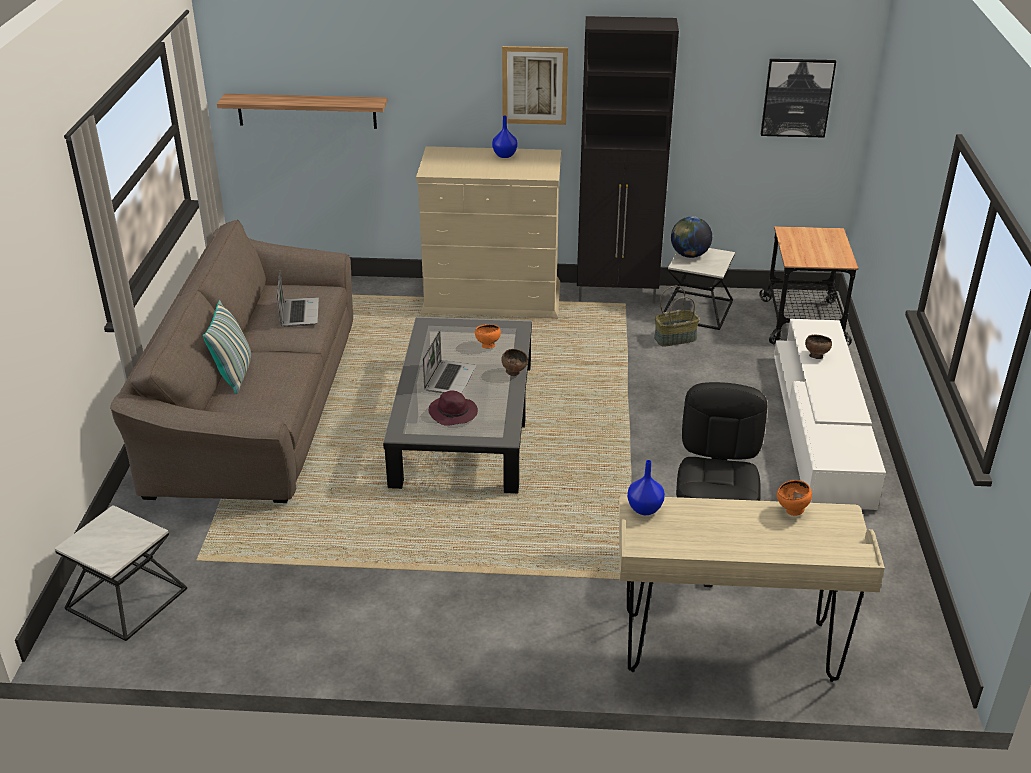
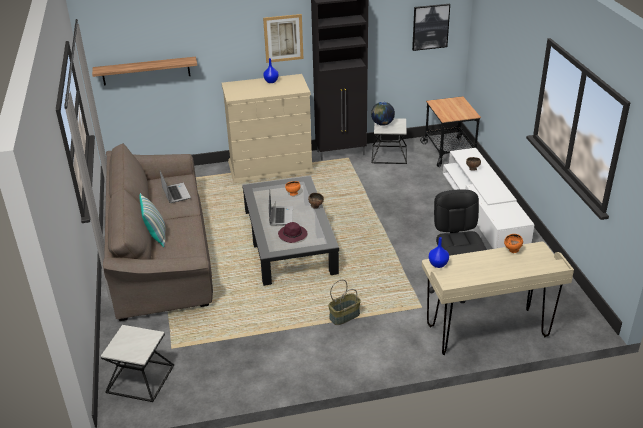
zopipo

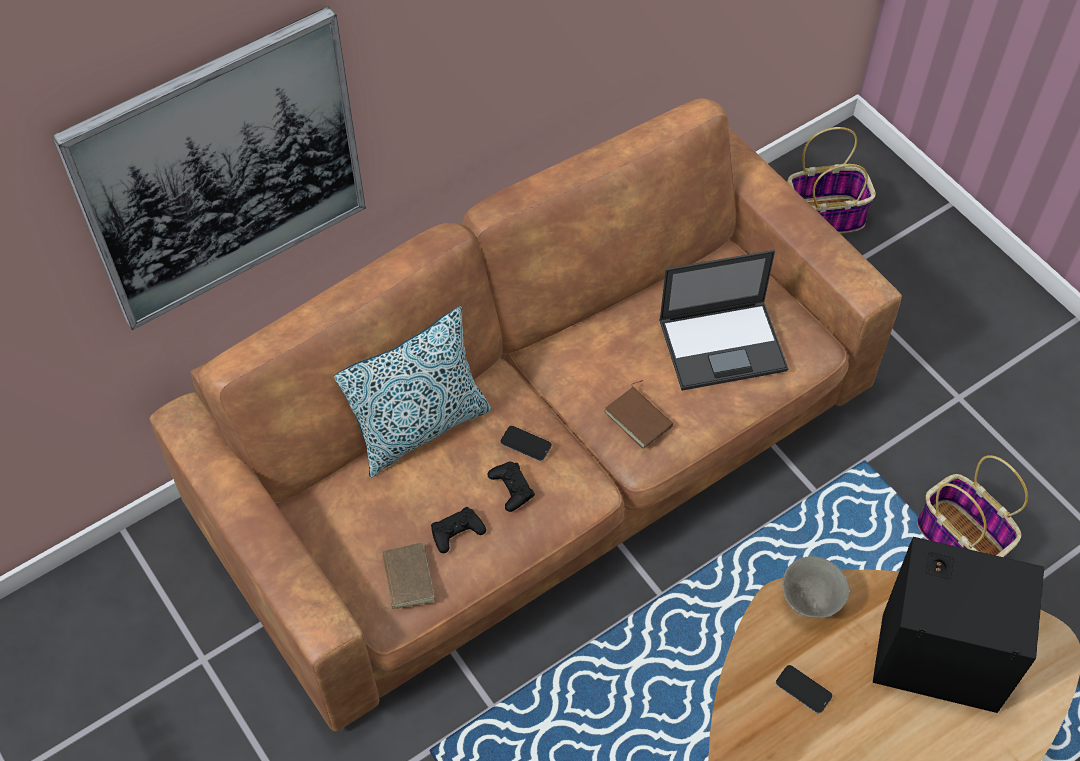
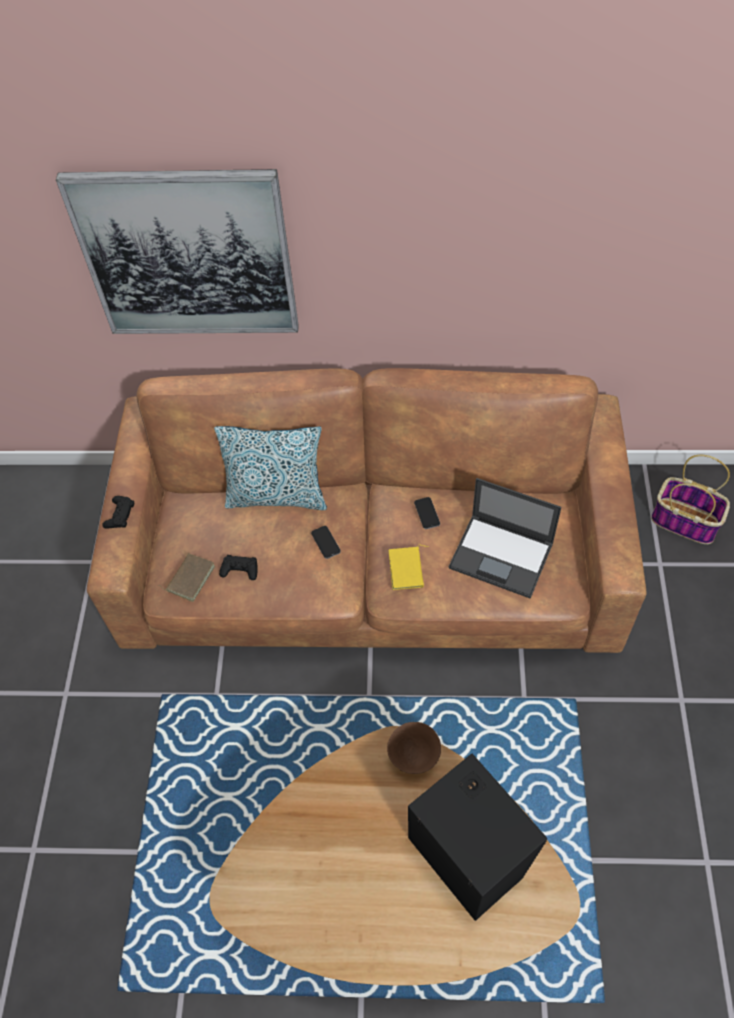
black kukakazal (1st from left)
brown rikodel
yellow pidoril
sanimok (2nd from left)
zopipo (2nd from left in the first image)

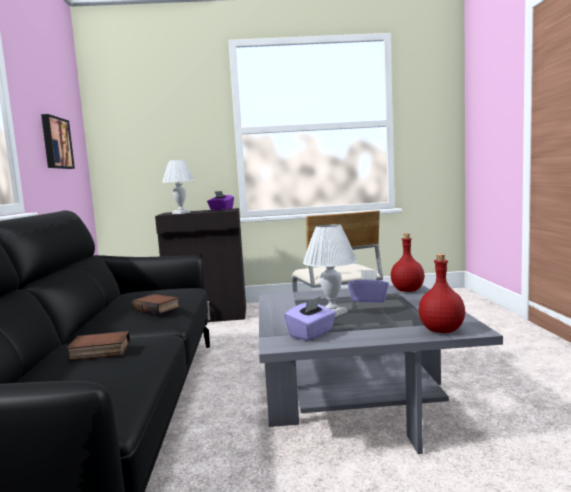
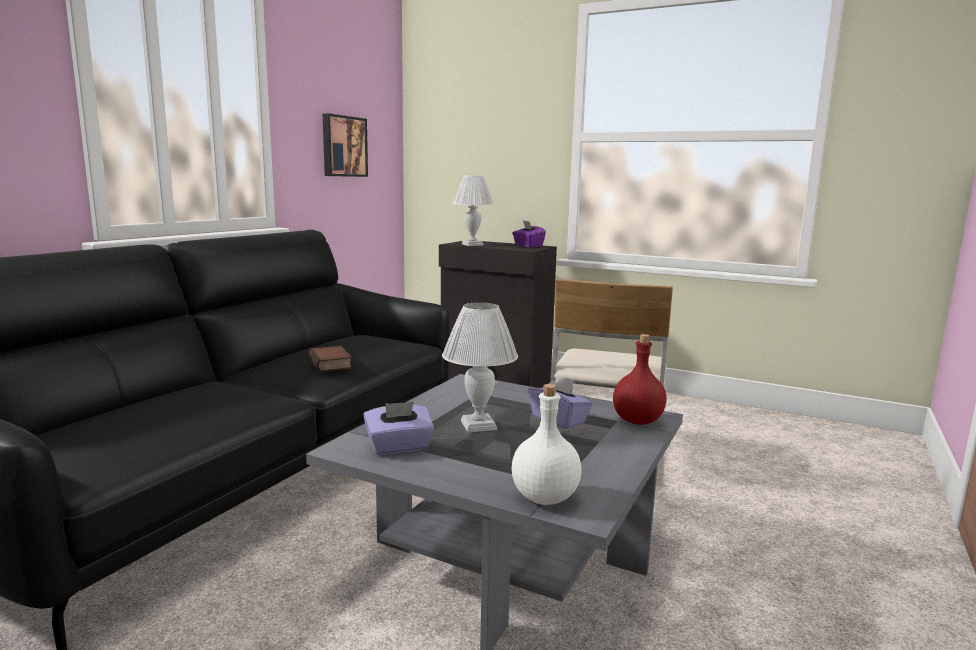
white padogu
pidoril (1st from left in the first image)

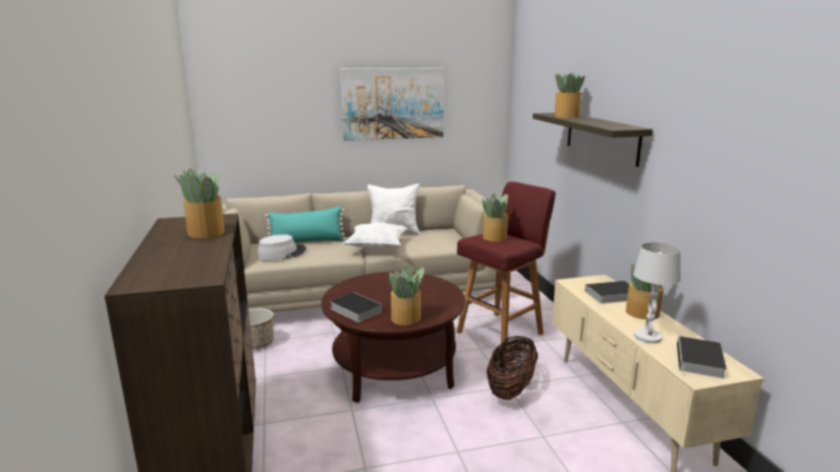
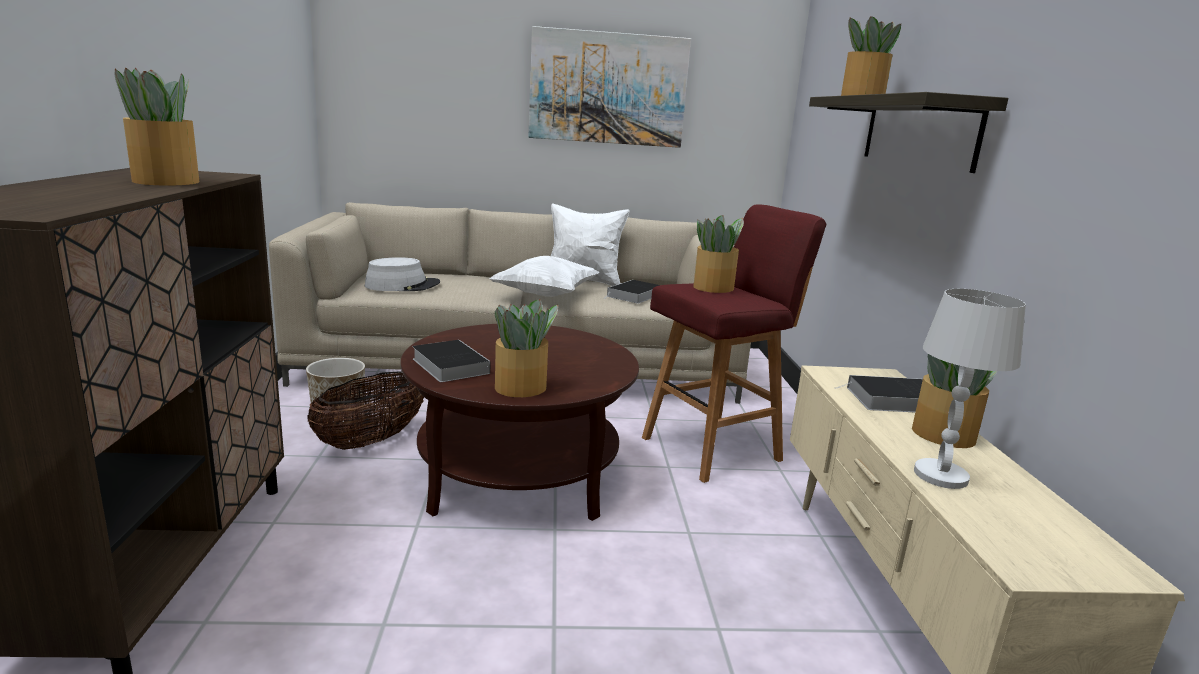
zopipo
pidoril (2nd from left)
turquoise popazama

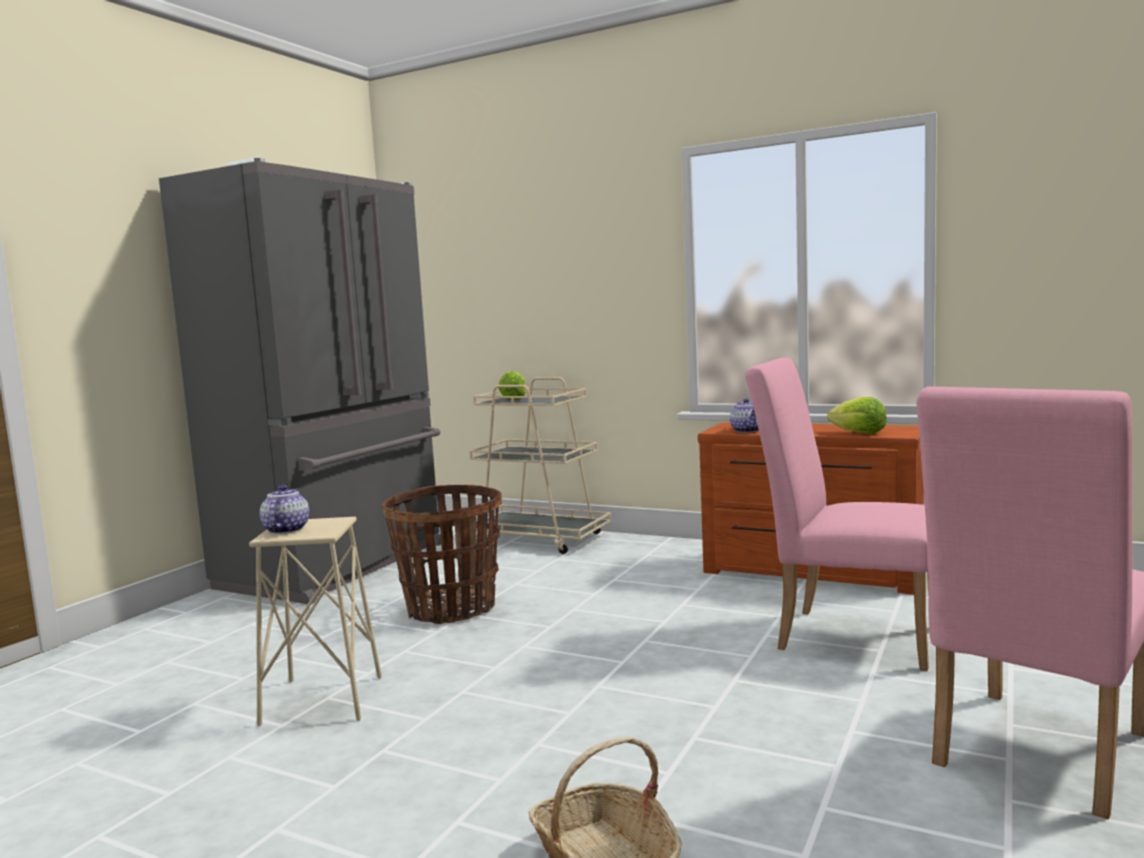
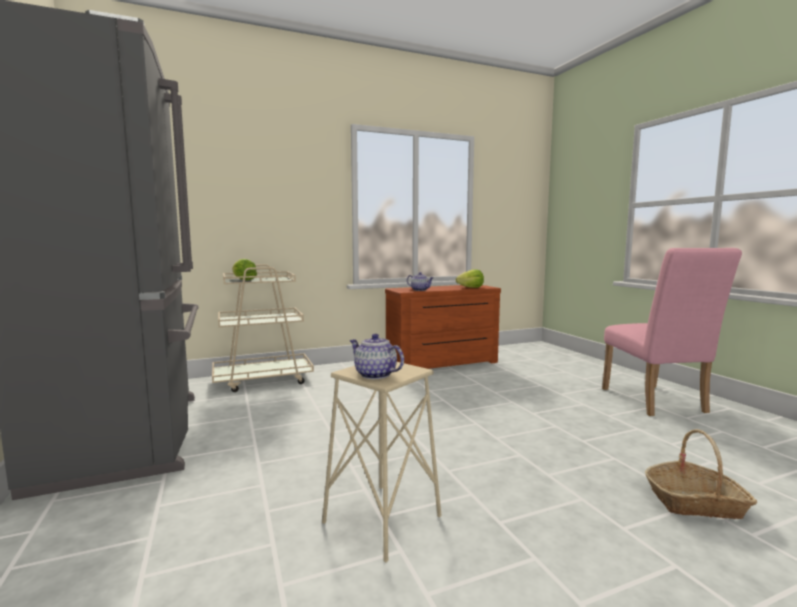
zopipo (1st from left in the first image)
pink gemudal (1st from left in the first image)

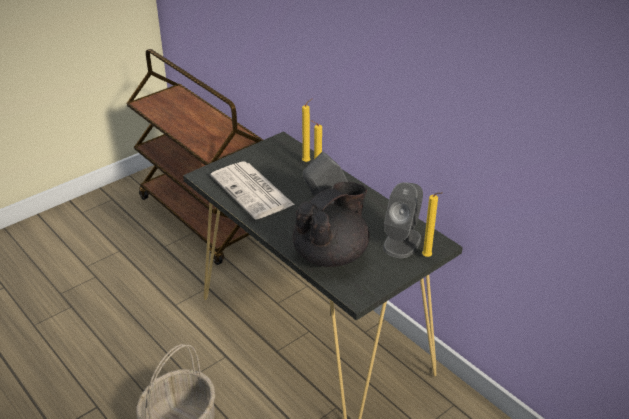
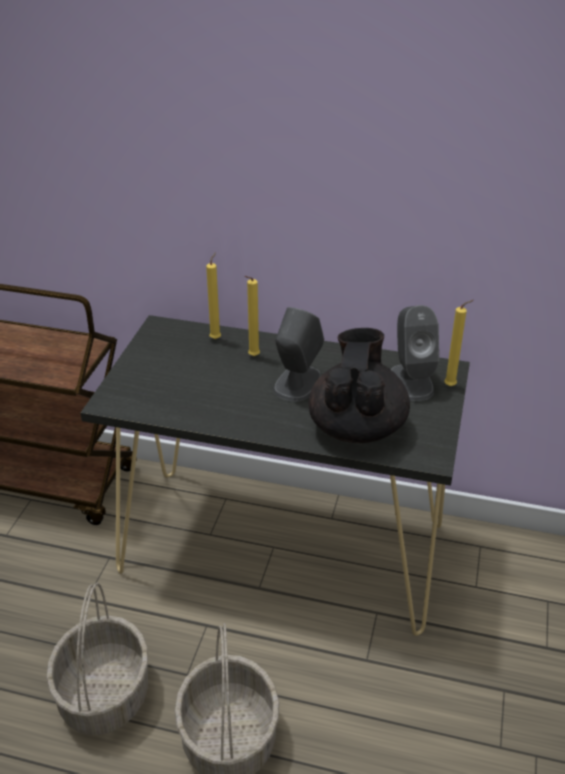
zopipo (1st from left)
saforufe

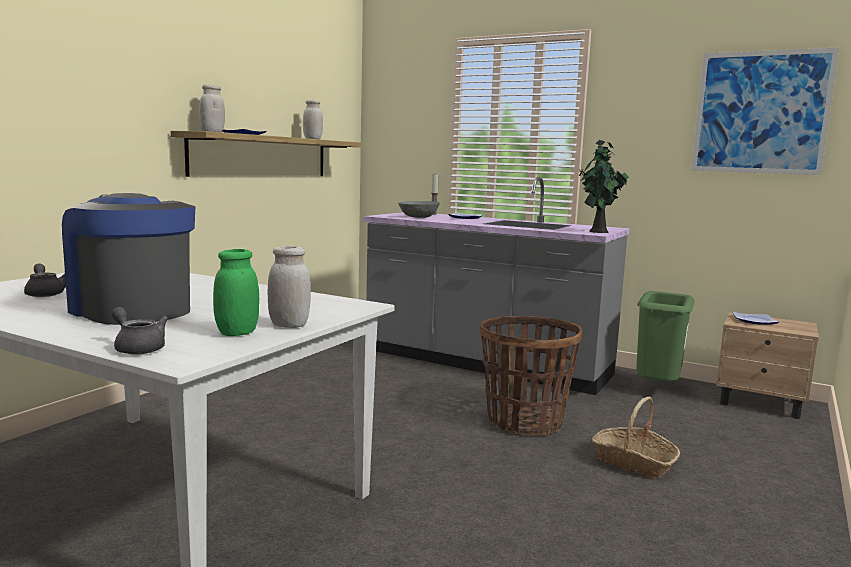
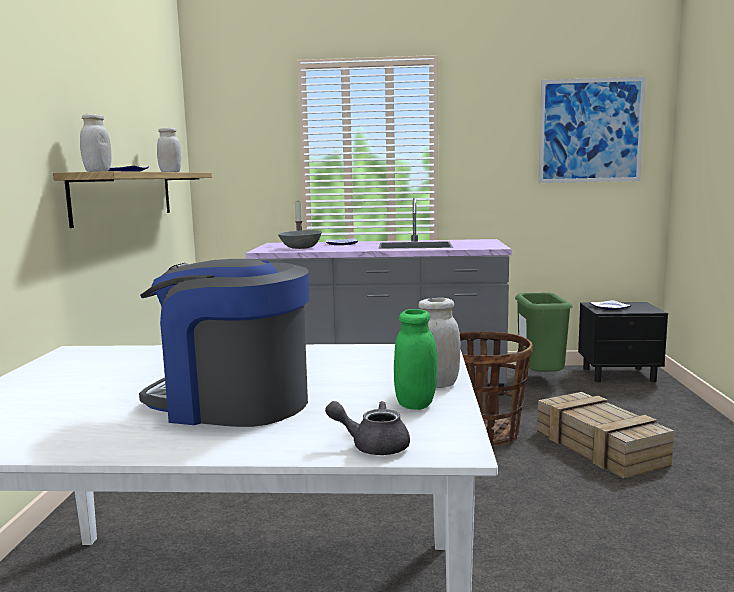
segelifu
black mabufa
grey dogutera (1st from left in the first image)
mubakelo

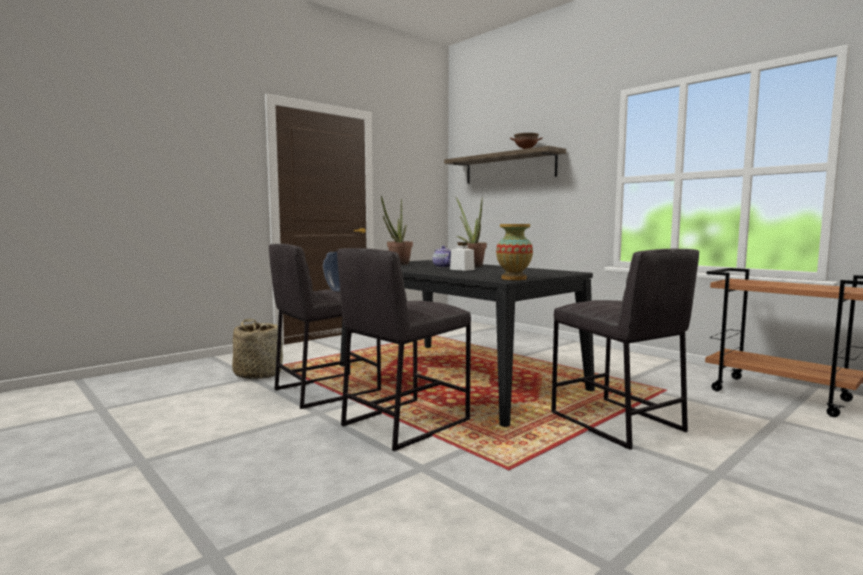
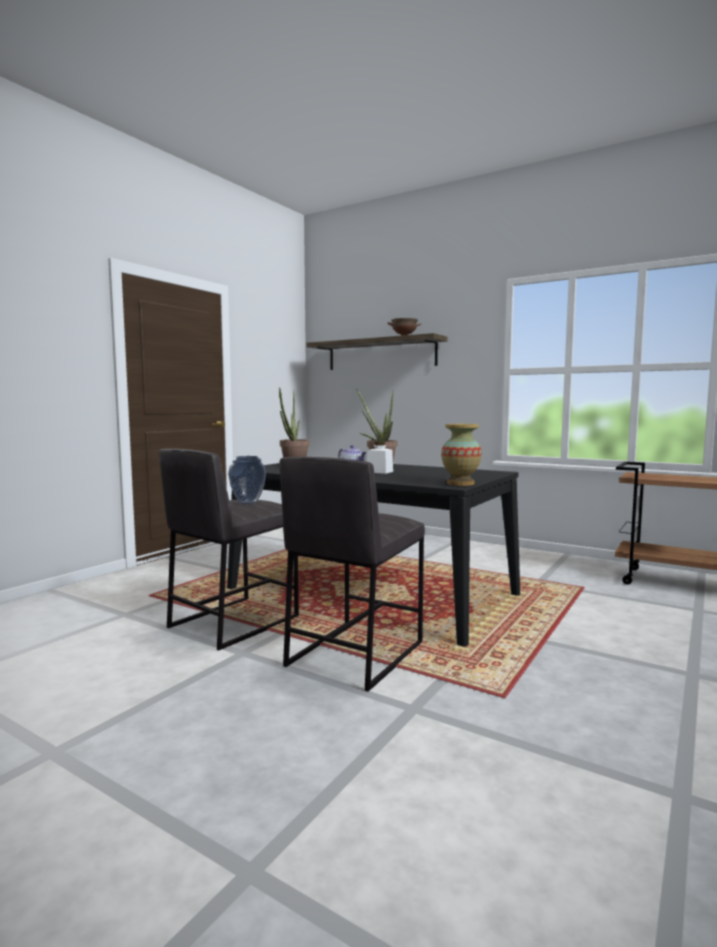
zopipo
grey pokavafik (3rd from left in the first image)

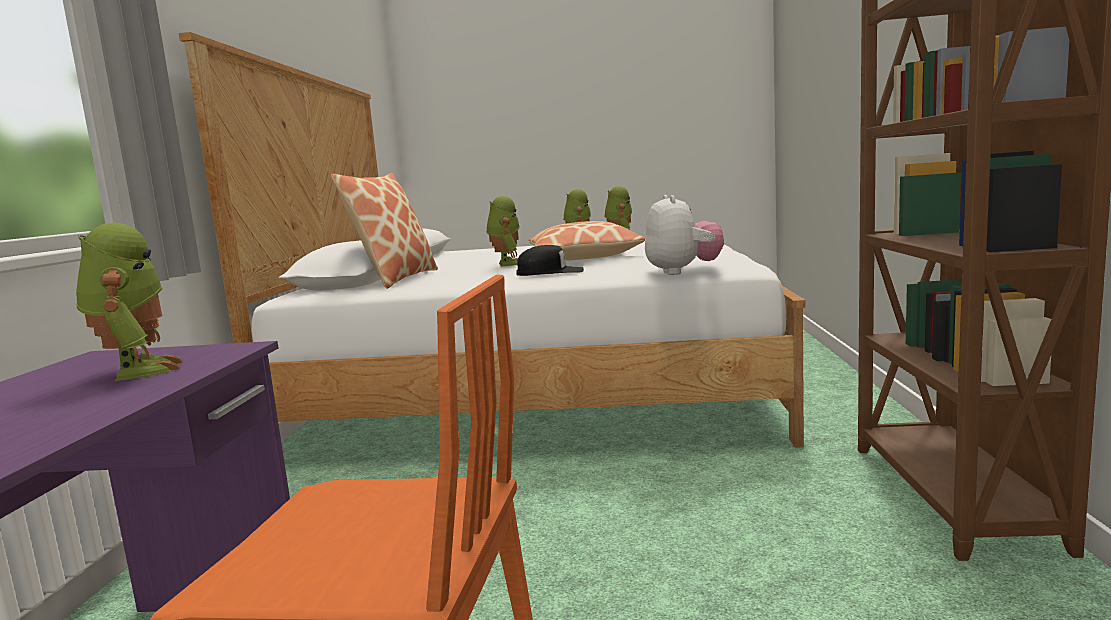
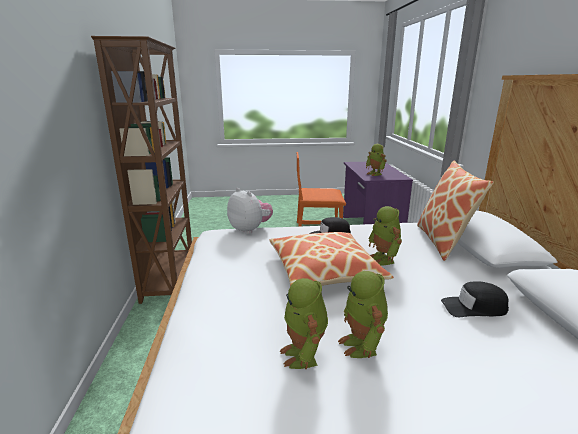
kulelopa
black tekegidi (2nd from left)

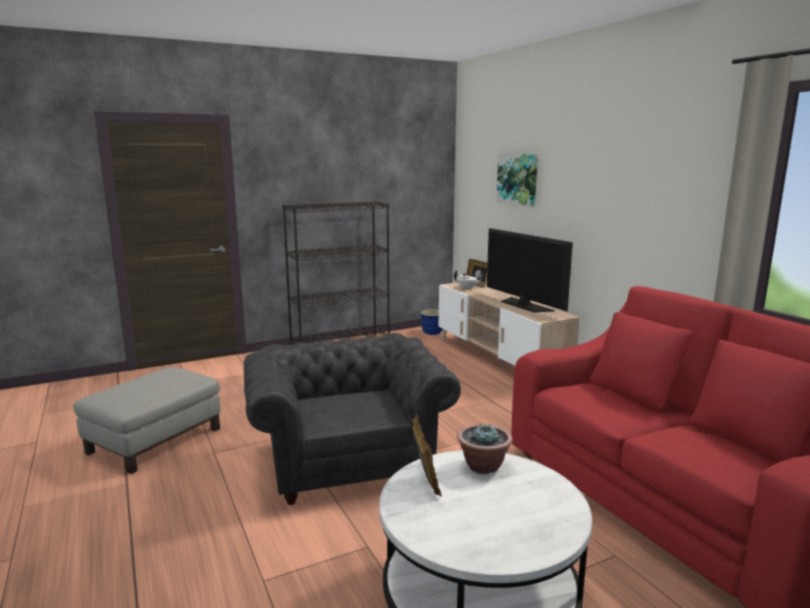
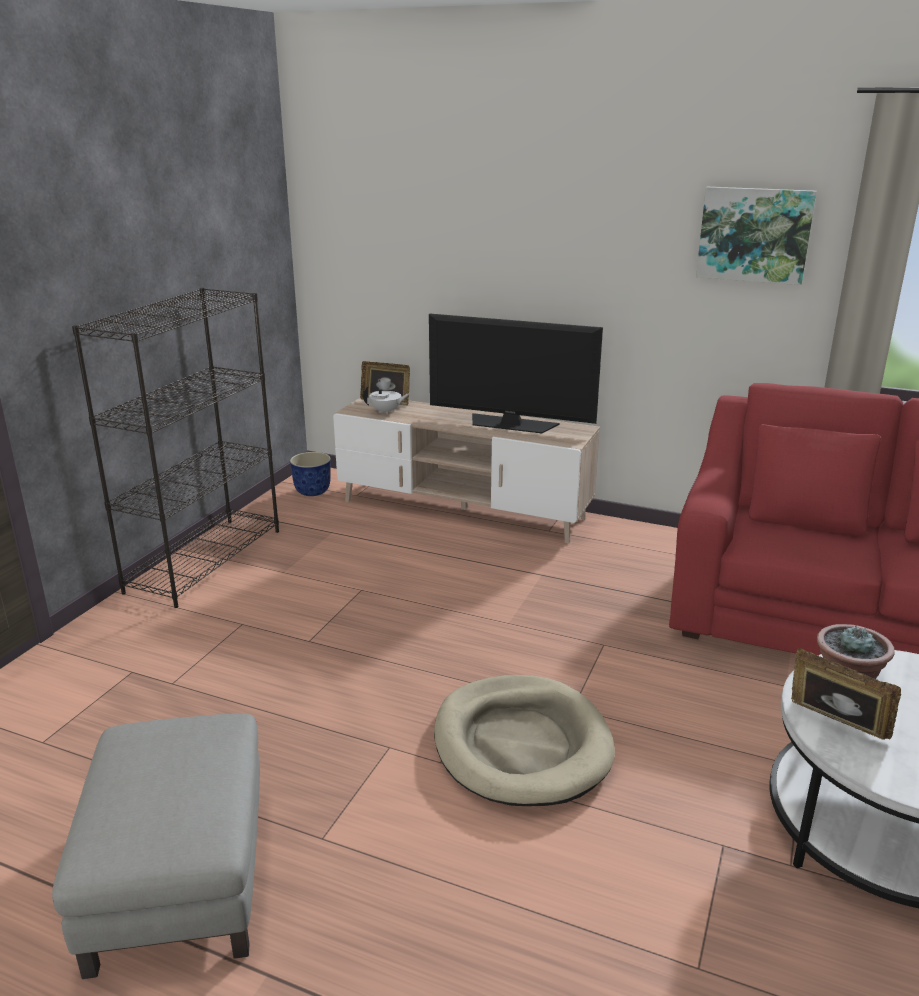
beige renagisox
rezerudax

